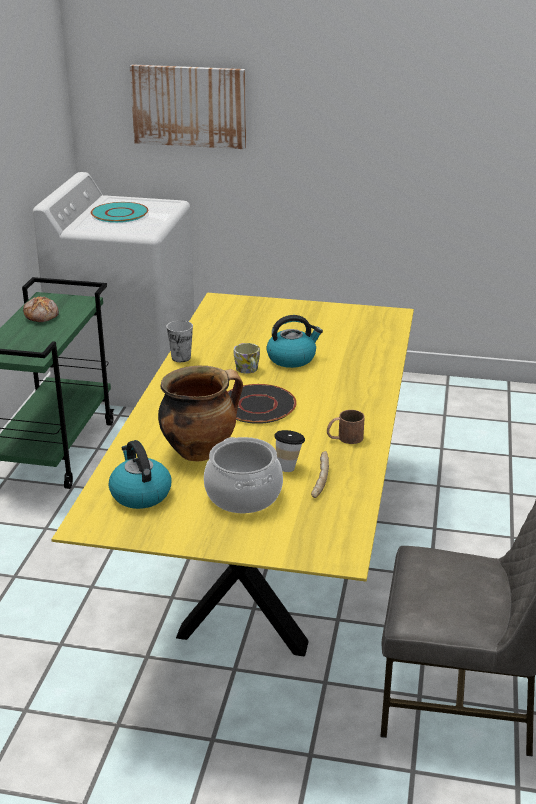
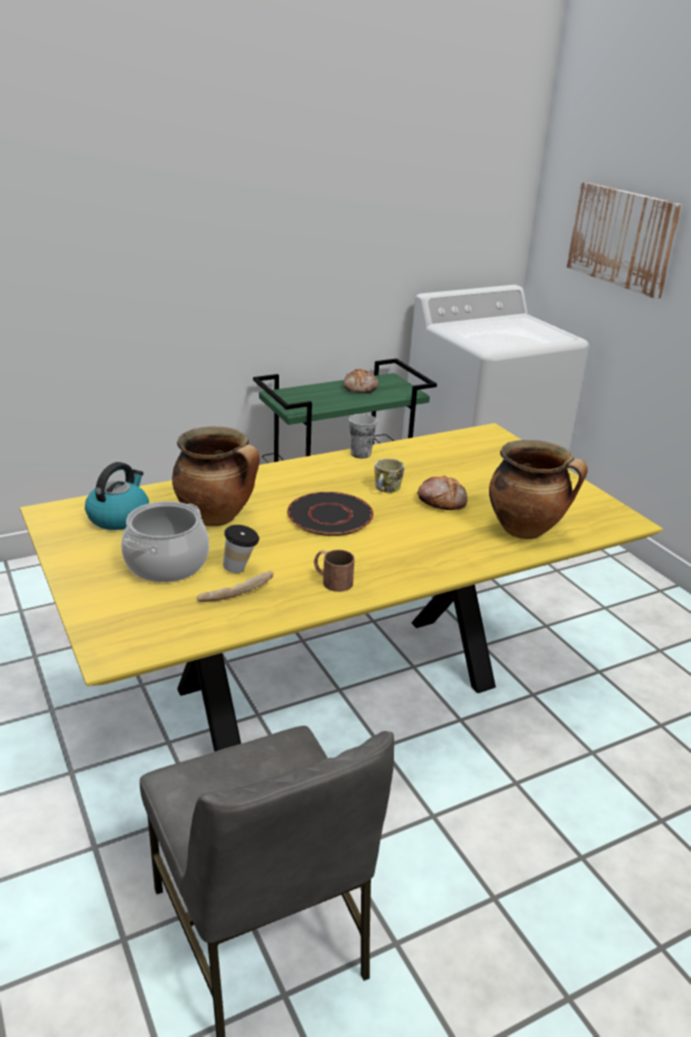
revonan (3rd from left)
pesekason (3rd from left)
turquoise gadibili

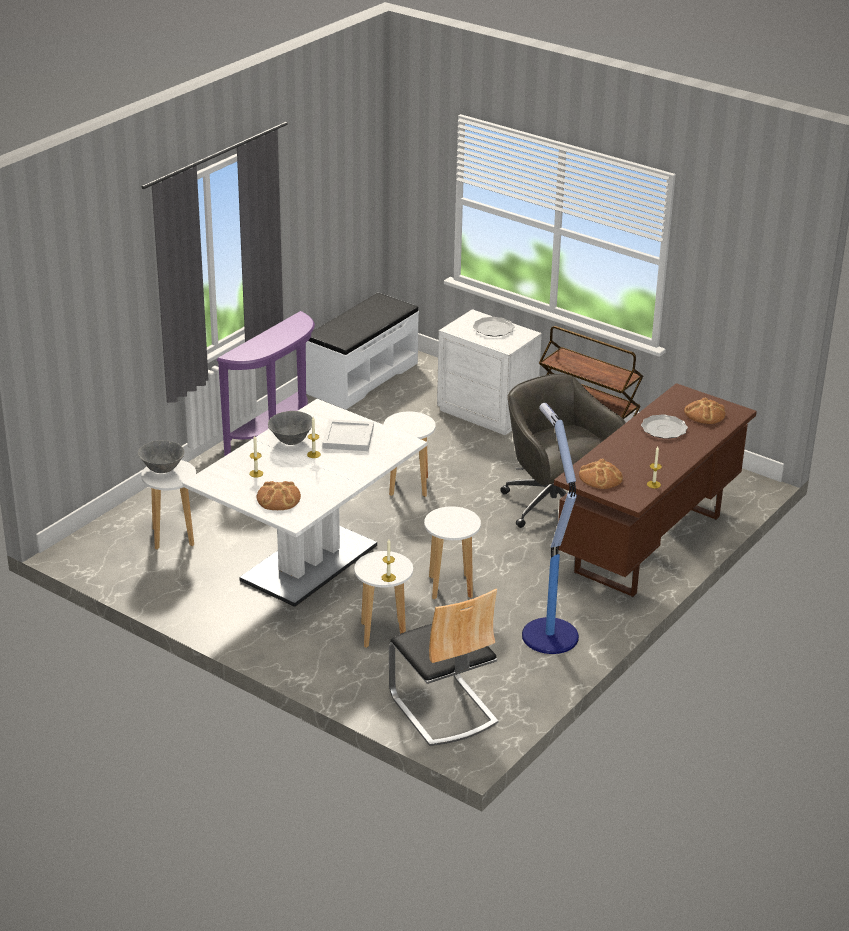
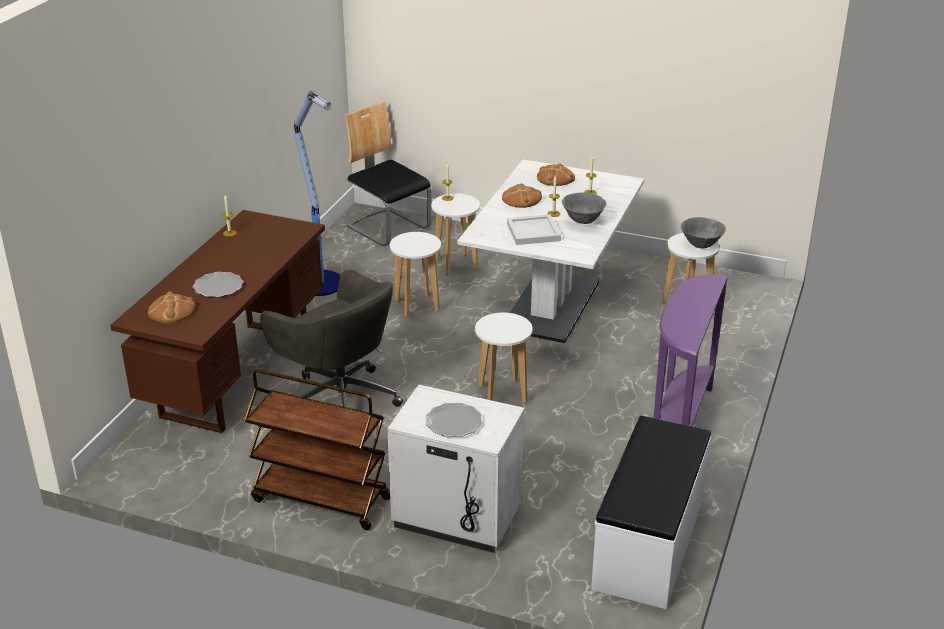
revonan (2nd from left)

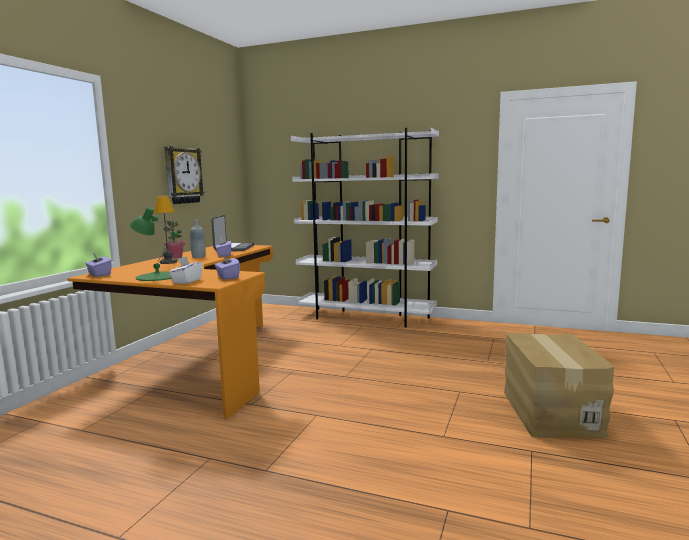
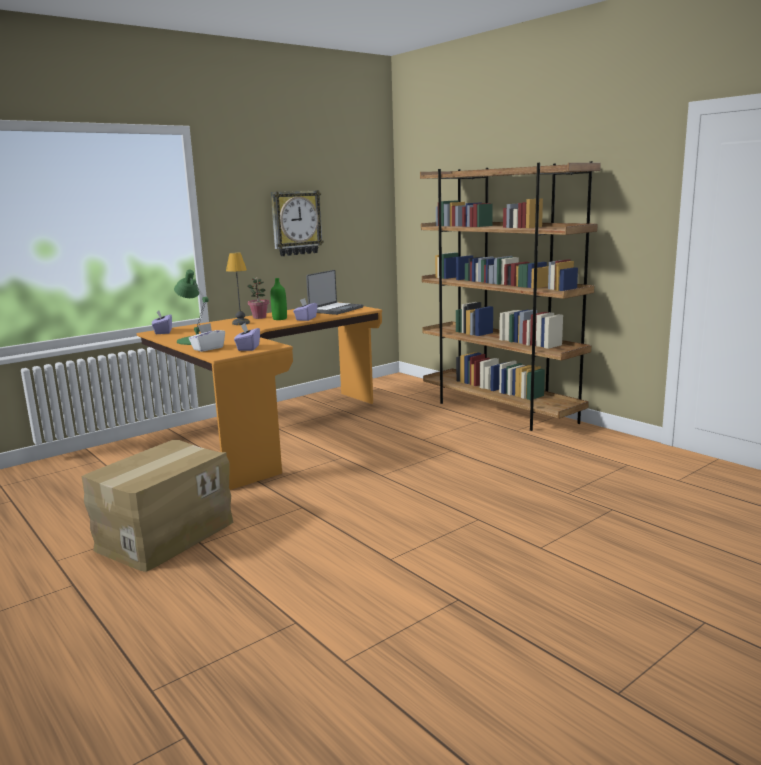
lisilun
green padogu
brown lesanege

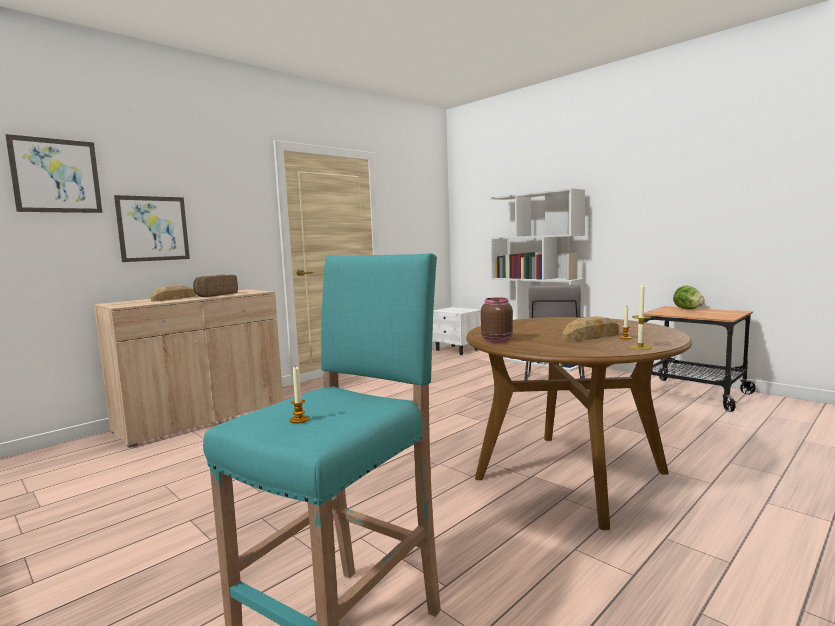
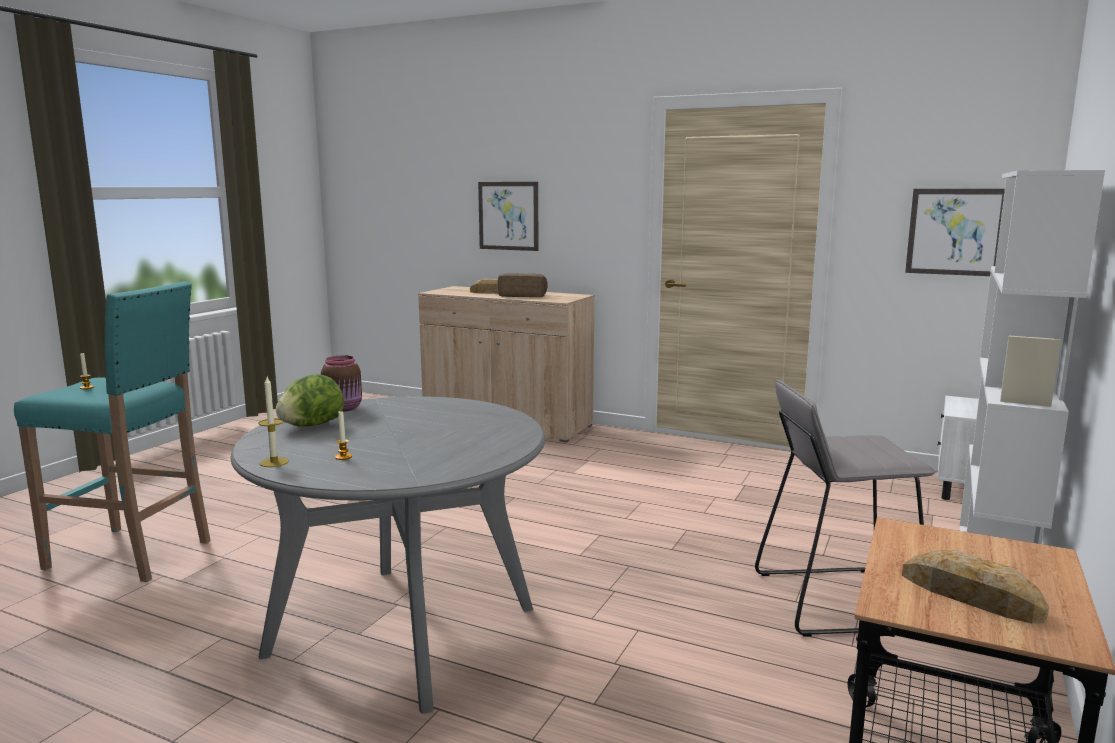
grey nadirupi
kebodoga
revonan (3rd from left)
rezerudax (2nd from left)

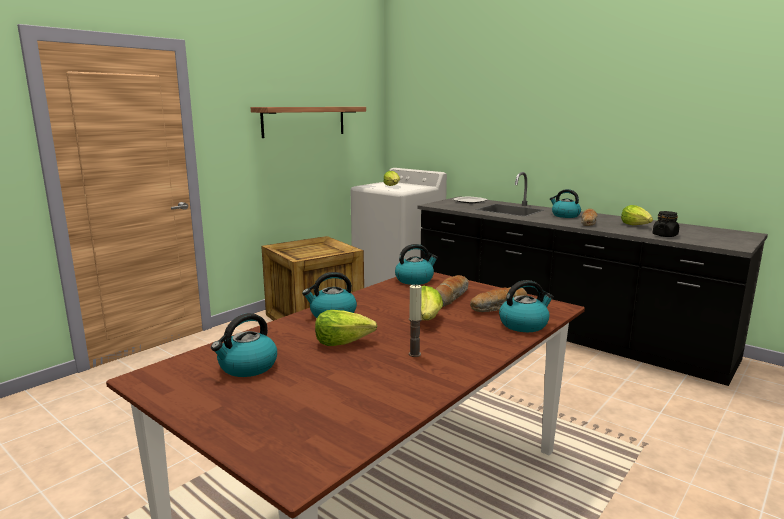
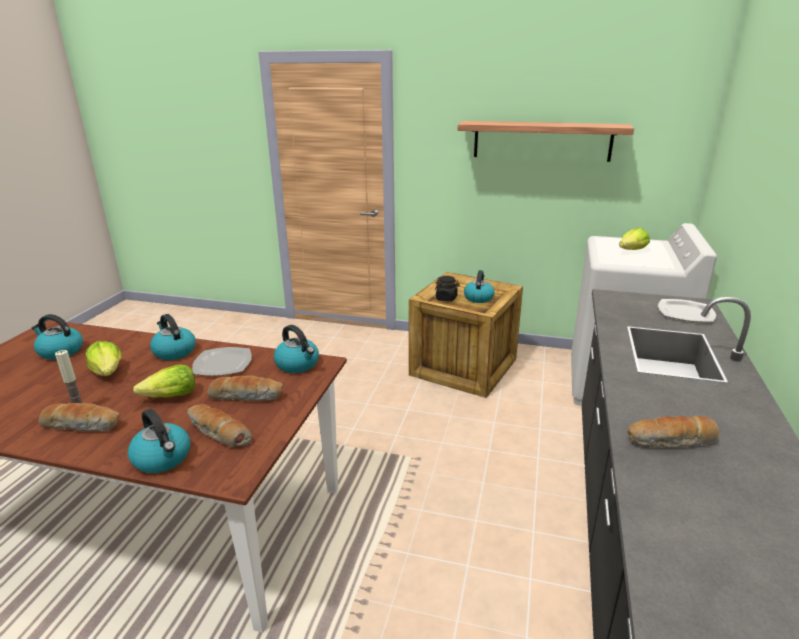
revonan (1st from left)
gadibili (1st from left)
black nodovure
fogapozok (5th from left)
kebodoga (4th from left in the first image)

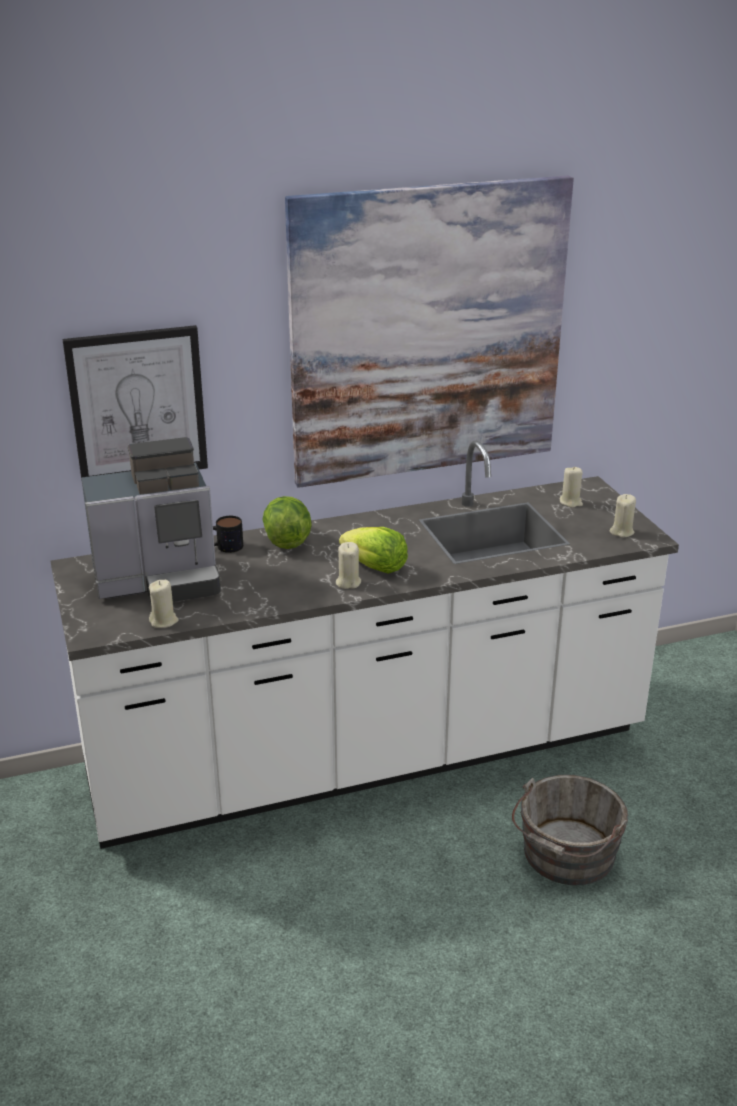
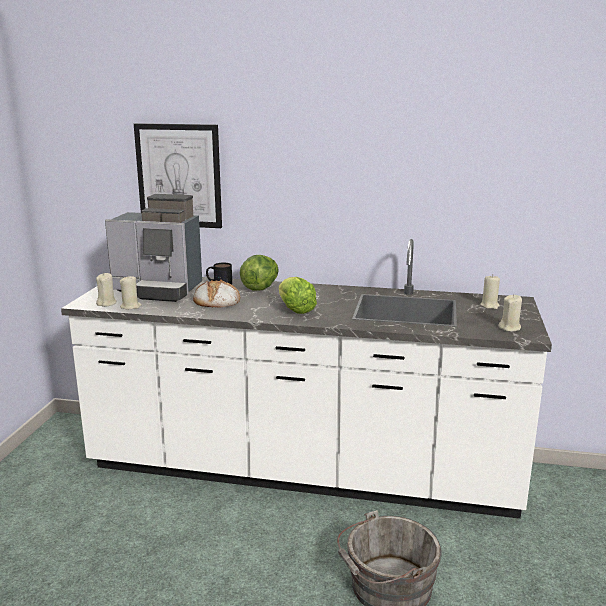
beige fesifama (1st from left)
revonan
rezerudax (2nd from left in the first image)

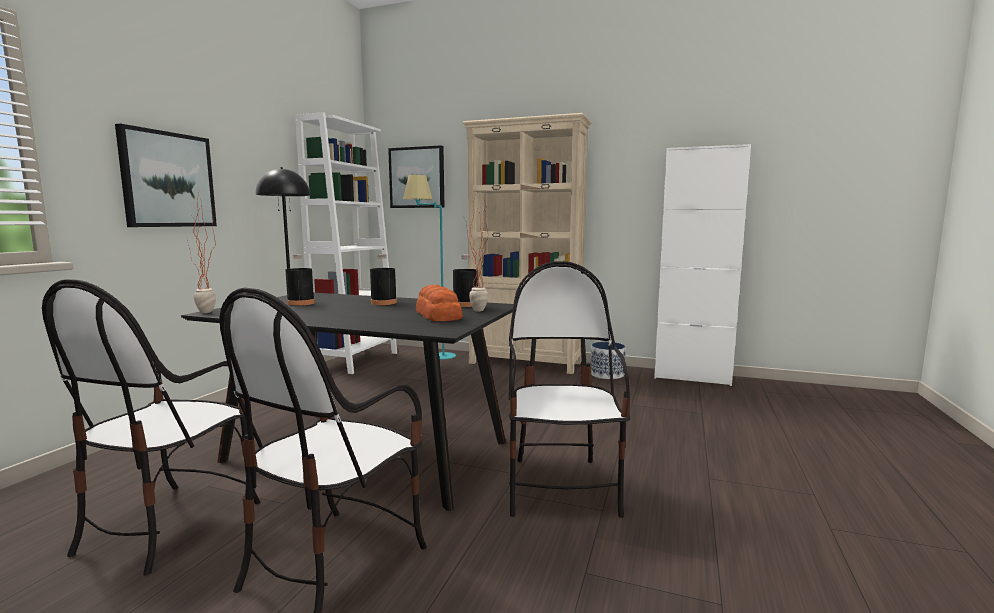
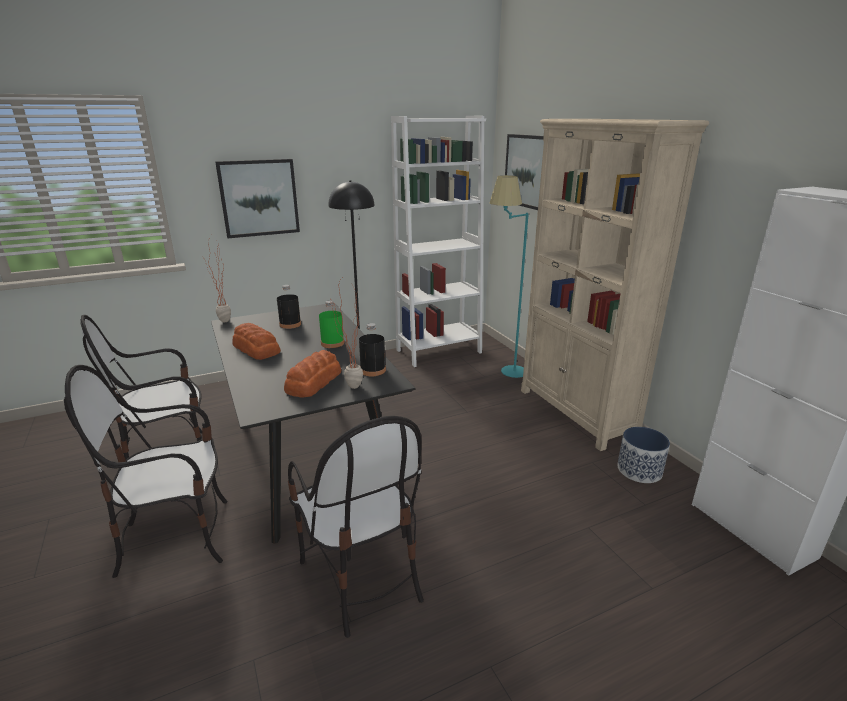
revonan (1st from left)
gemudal (3rd from left)
green padogu

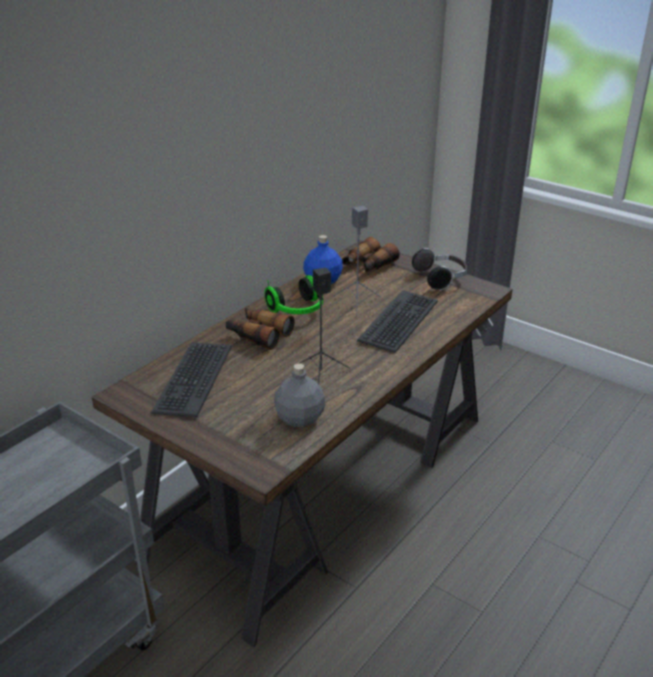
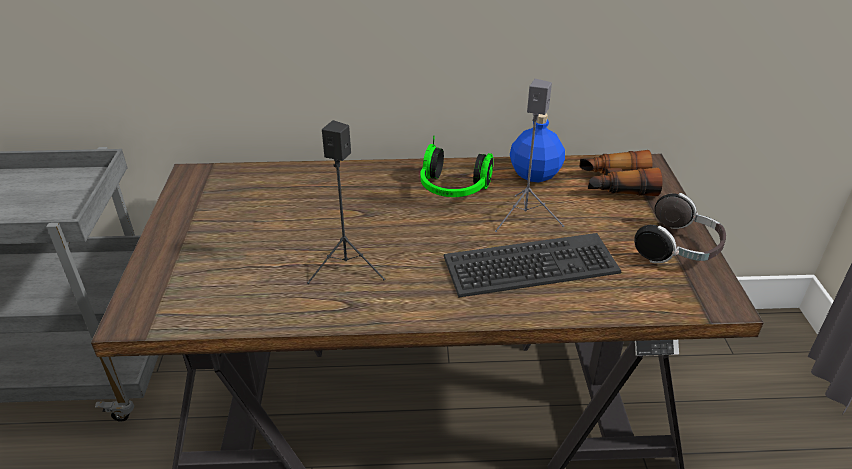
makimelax (1st from left in the first image)
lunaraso (1st from left in the first image)
grey padogu

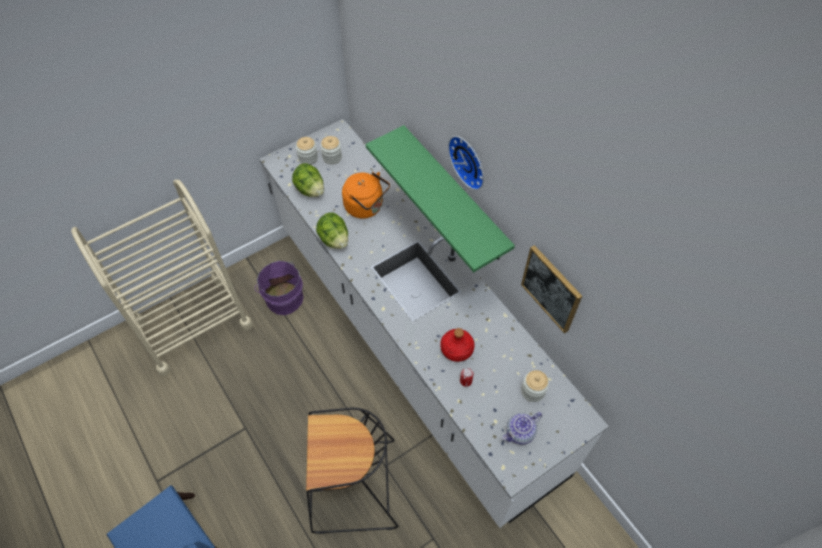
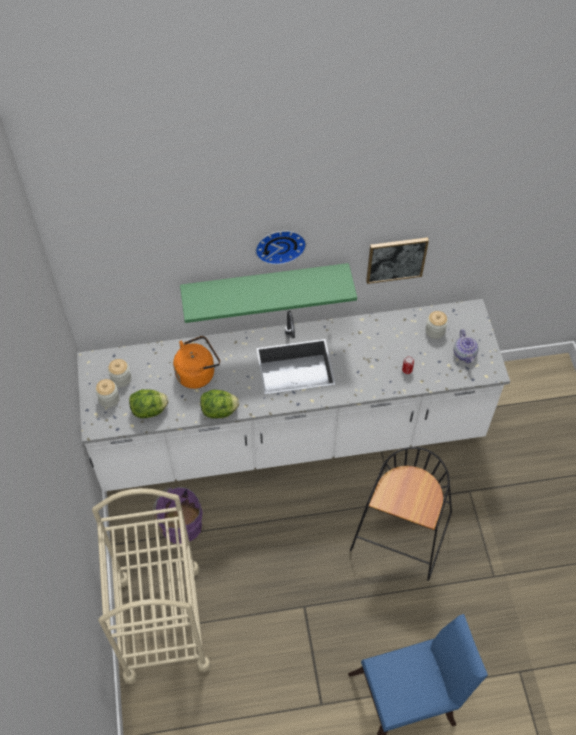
red padogu

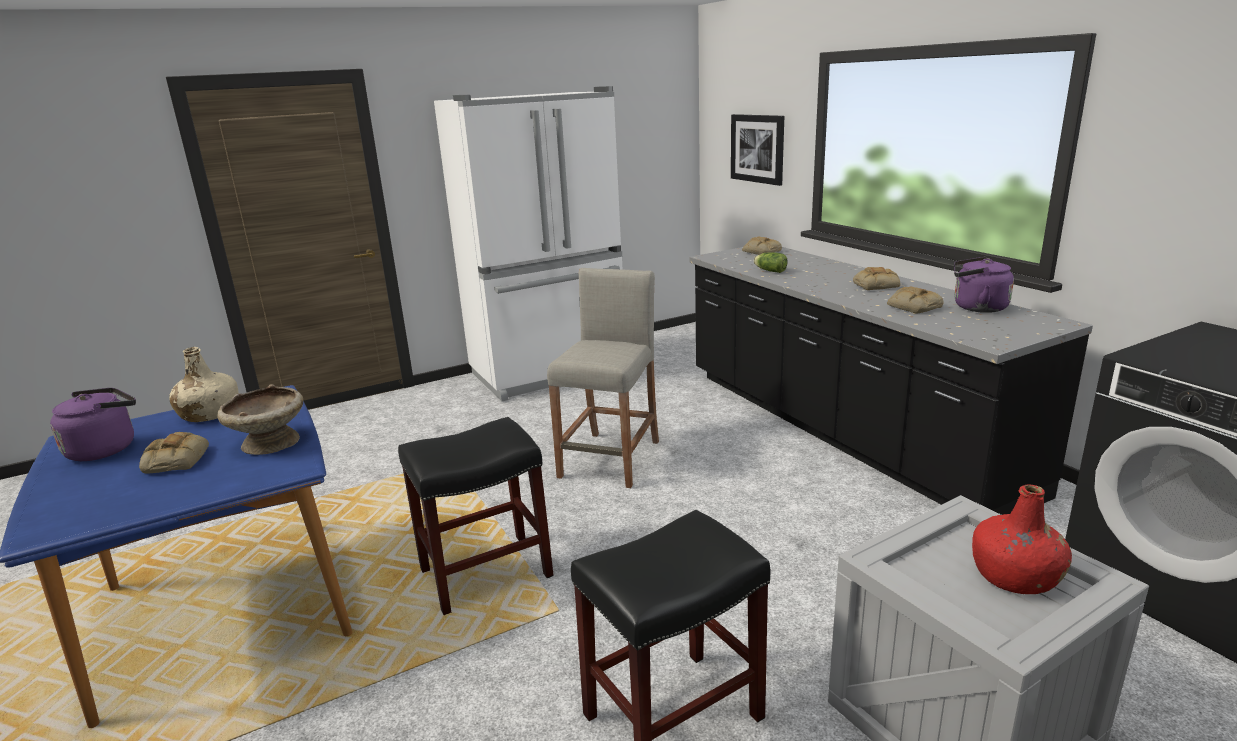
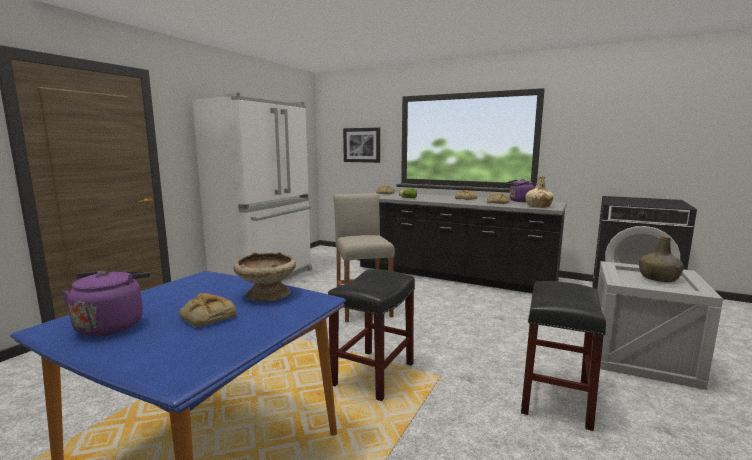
beige padogu
green padogu

